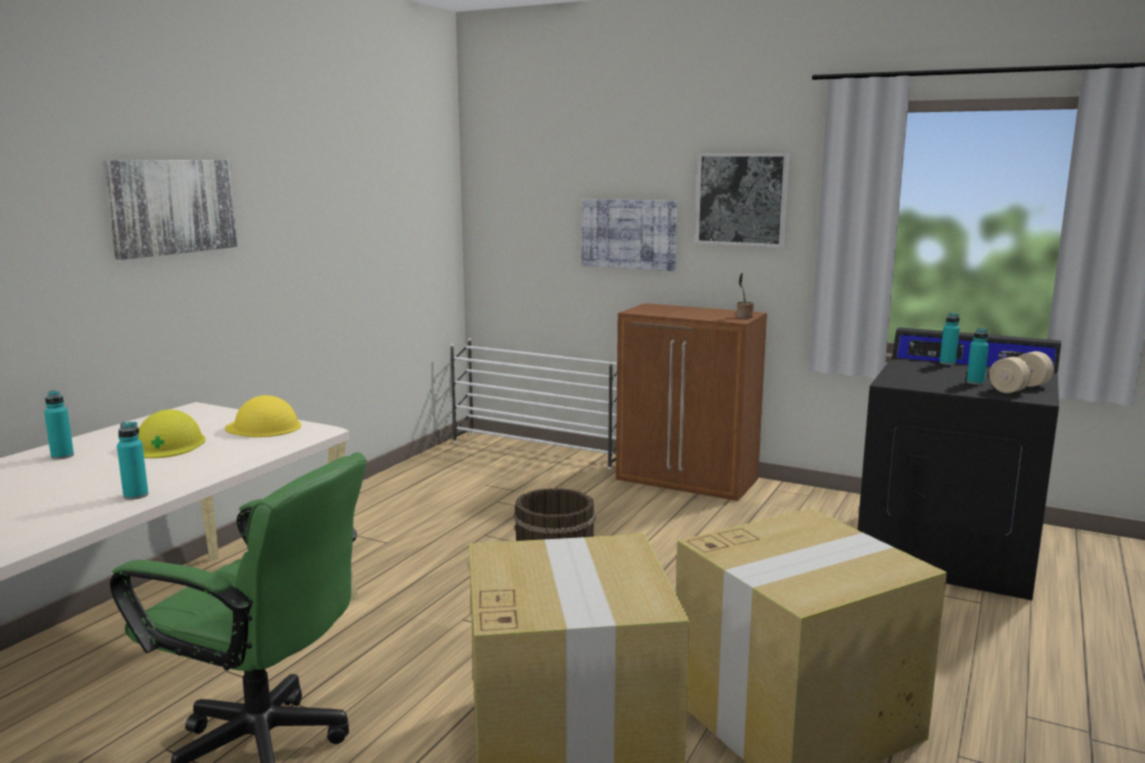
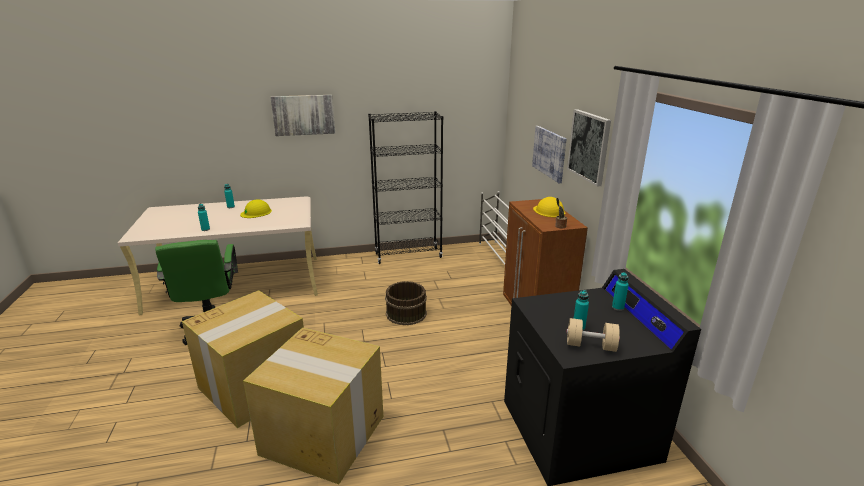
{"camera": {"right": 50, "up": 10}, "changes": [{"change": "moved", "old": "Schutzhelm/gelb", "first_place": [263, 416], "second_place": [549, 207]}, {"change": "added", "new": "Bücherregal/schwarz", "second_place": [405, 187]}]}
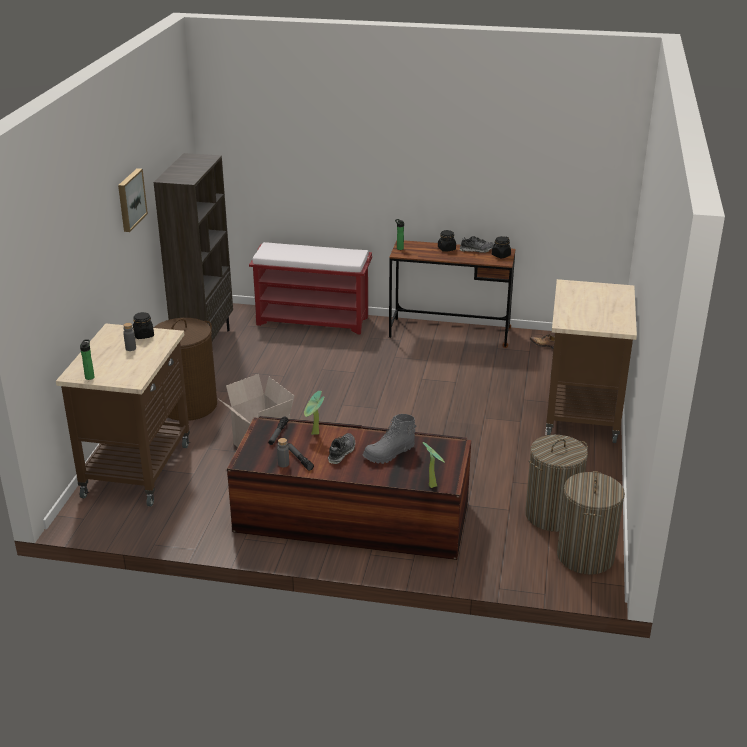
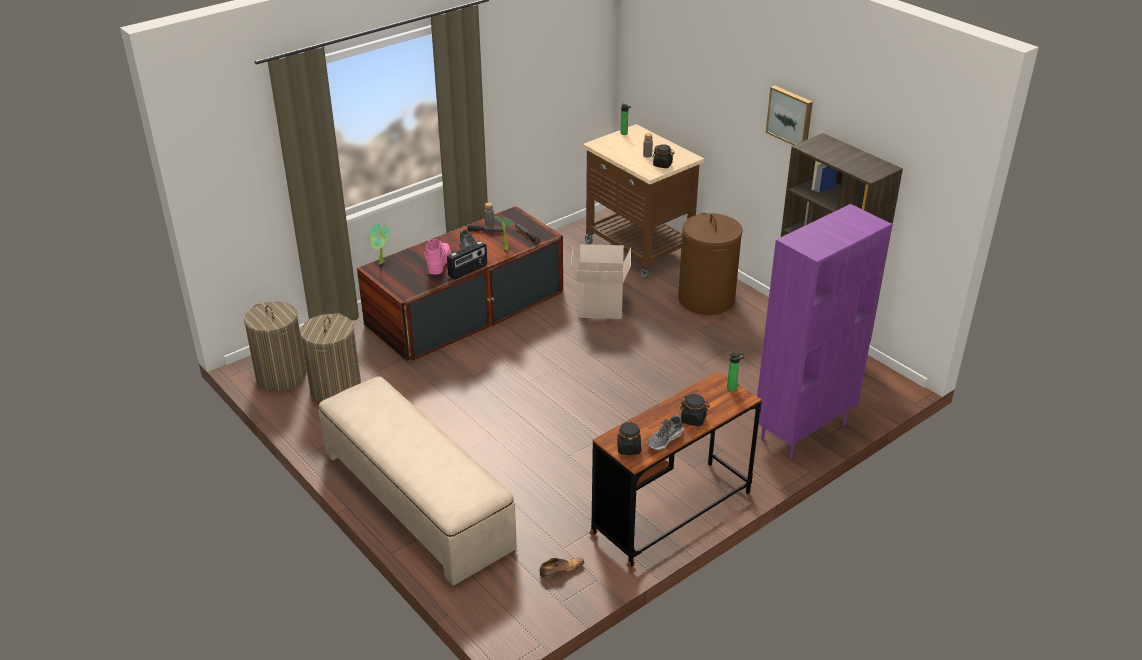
{"camera": {"right": 130, "up": 5}, "changes": [{"change": "replaced", "old": "Bank/rot", "new": "Bücherregal/lila", "first_place": [310, 288], "second_place": [823, 331]}, {"change": "replaced", "old": "Rollwagen/braun", "new": "Bank/beige", "first_place": [591, 361], "second_place": [418, 480]}, {"change": "recoloured", "old": "Stiefel/grau", "new": "Stiefel/rosa", "first_place": [389, 439], "second_place": [437, 256]}, {"change": "added", "new": "Radio", "second_place": [467, 260]}]}
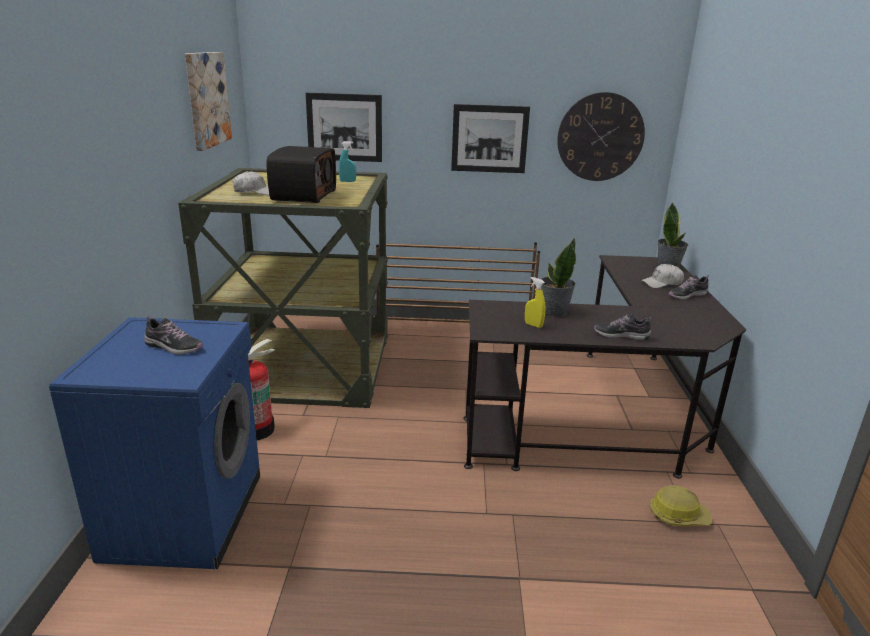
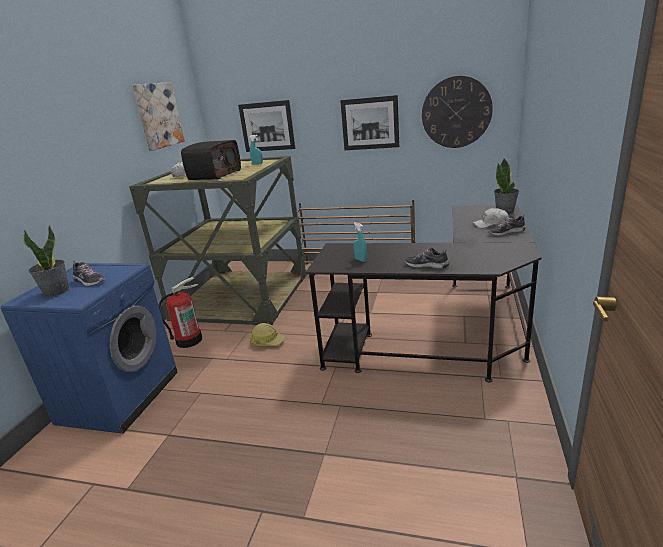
{"camera": {"right": 15, "up": 0}, "changes": [{"change": "moved", "old": "Topfpflanze", "first_place": [558, 277], "second_place": [46, 261]}, {"change": "recoloured", "old": "Sprühflasche/gelb", "new": "Sprühflasche/türkis", "first_place": [535, 302], "second_place": [360, 242]}, {"change": "moved", "old": "Schutzhelm", "first_place": [681, 506], "second_place": [267, 334]}]}
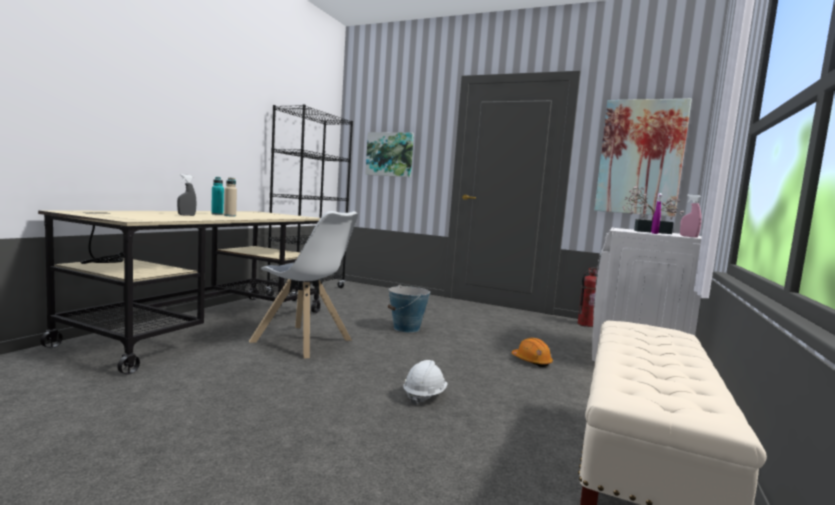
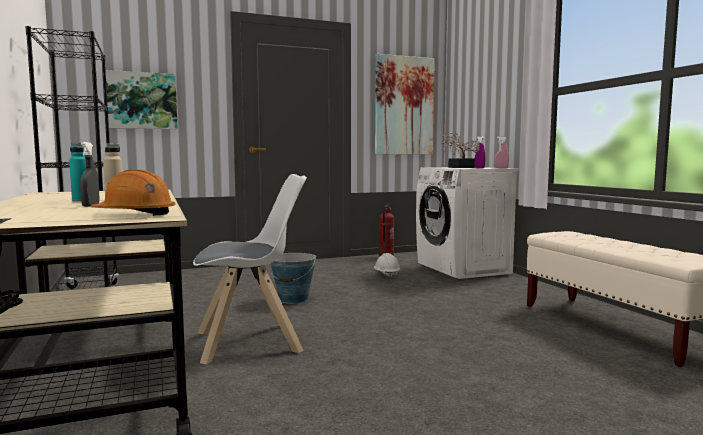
{"camera": {"right": -45, "up": 0}, "changes": [{"change": "moved", "old": "Schutzhelm/orange", "first_place": [532, 352], "second_place": [133, 192]}, {"change": "moved", "old": "Schutzhelm/weiß", "first_place": [425, 382], "second_place": [387, 265]}]}
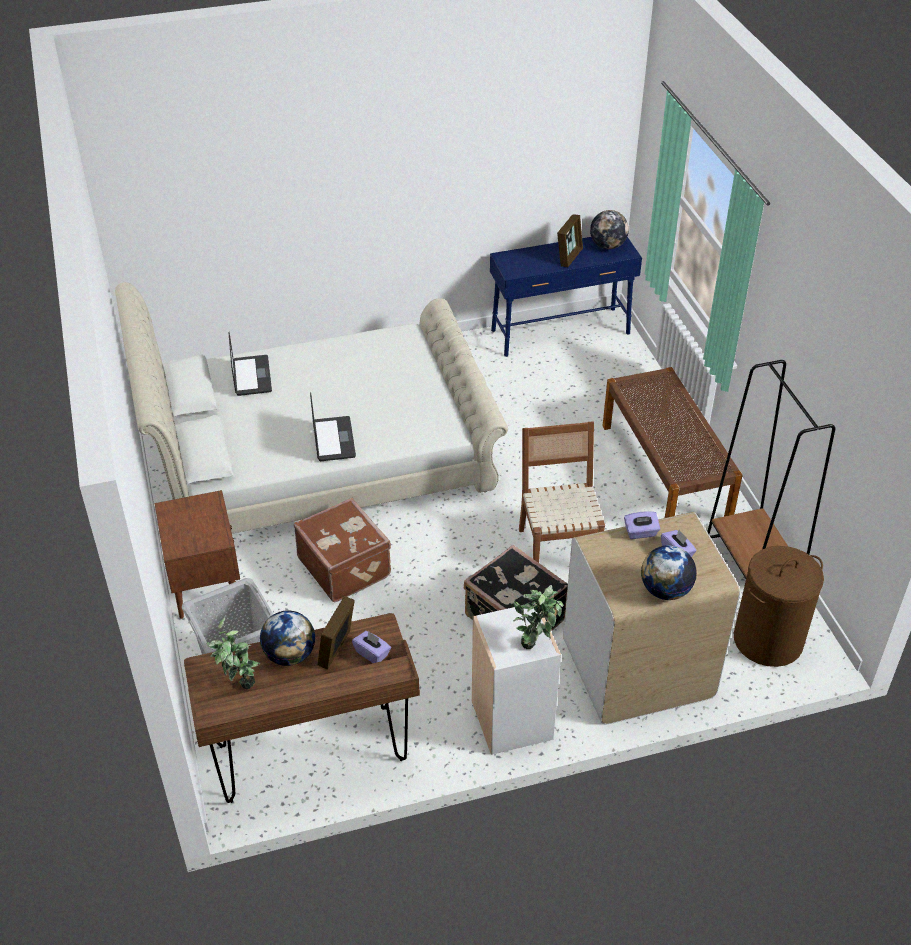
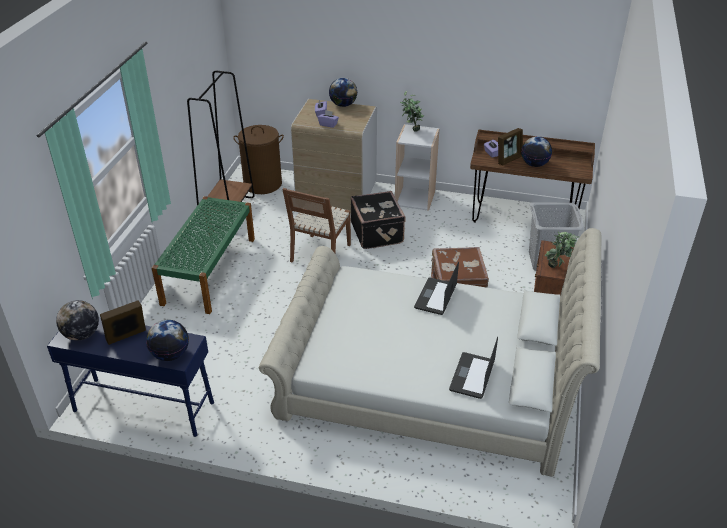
{"camera": {"right": -150, "up": -5}, "changes": [{"change": "recoloured", "old": "Bank/braun", "new": "Bank/grün", "first_place": [673, 442], "second_place": [203, 255]}, {"change": "moved", "old": "Topfpflanze", "first_place": [233, 653], "second_place": [561, 249]}, {"change": "added", "new": "Globus", "second_place": [167, 340]}]}
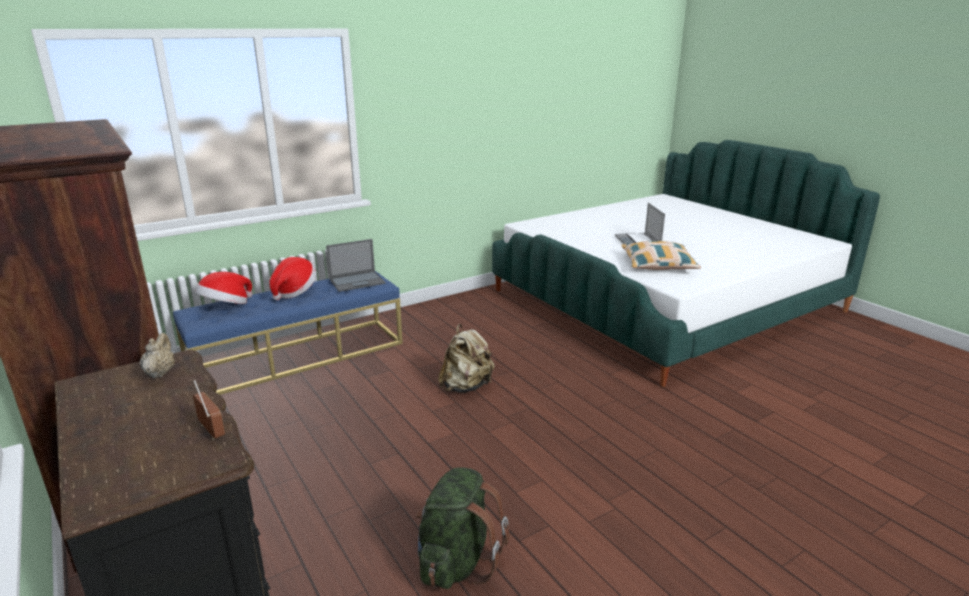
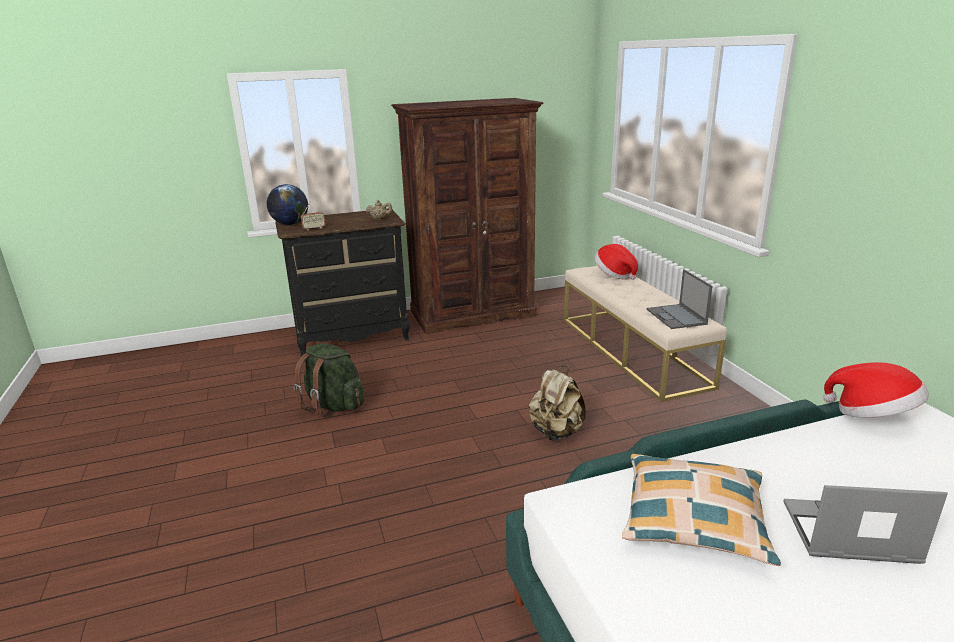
{"camera": {"right": 105, "up": 0}, "changes": [{"change": "moved", "old": "Hut", "first_place": [293, 278], "second_place": [876, 390]}, {"change": "recoloured", "old": "Bank/blau", "new": "Bank/beige", "first_place": [288, 333], "second_place": [645, 334]}, {"change": "added", "new": "Globus", "second_place": [287, 204]}]}
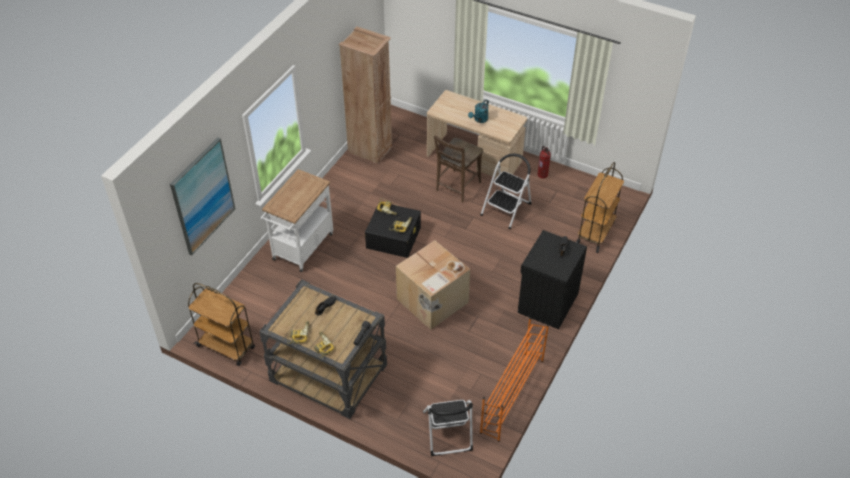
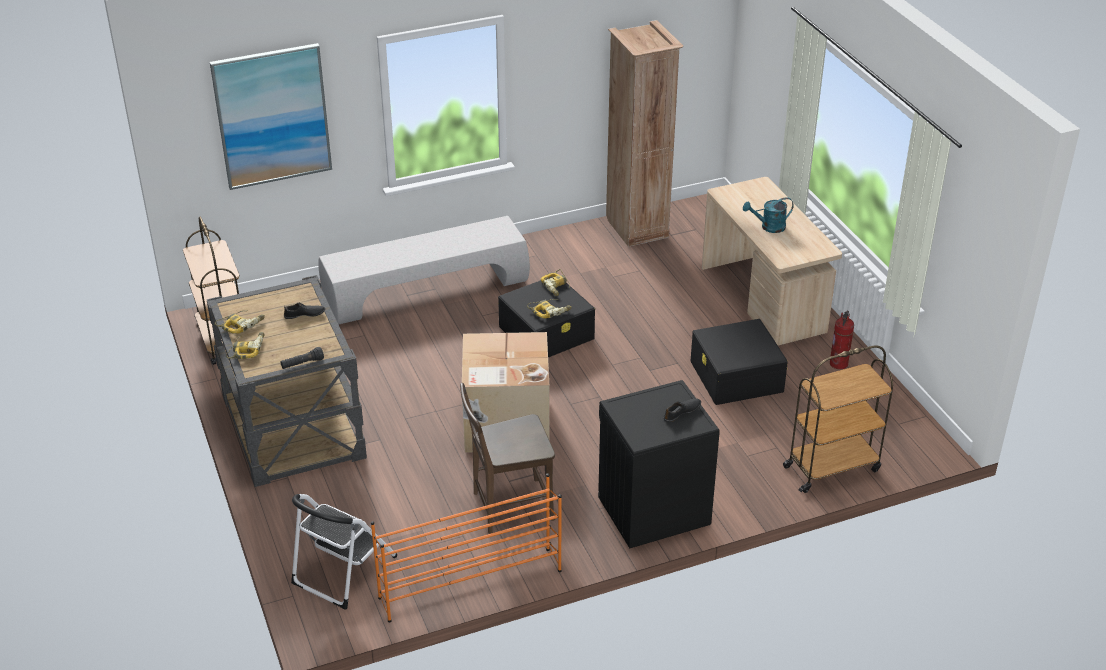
{"camera": {"right": 40, "up": -10}, "changes": [{"change": "moved", "old": "Stuhl/braun", "first_place": [458, 169], "second_place": [507, 458]}, {"change": "replaced", "old": "Trittleiter", "new": "Aufbewahrungsbox/schwarz", "first_place": [505, 191], "second_place": [739, 362]}, {"change": "replaced", "old": "Rollwagen/weiß", "new": "Bank/grau", "first_place": [297, 220], "second_place": [424, 270]}]}
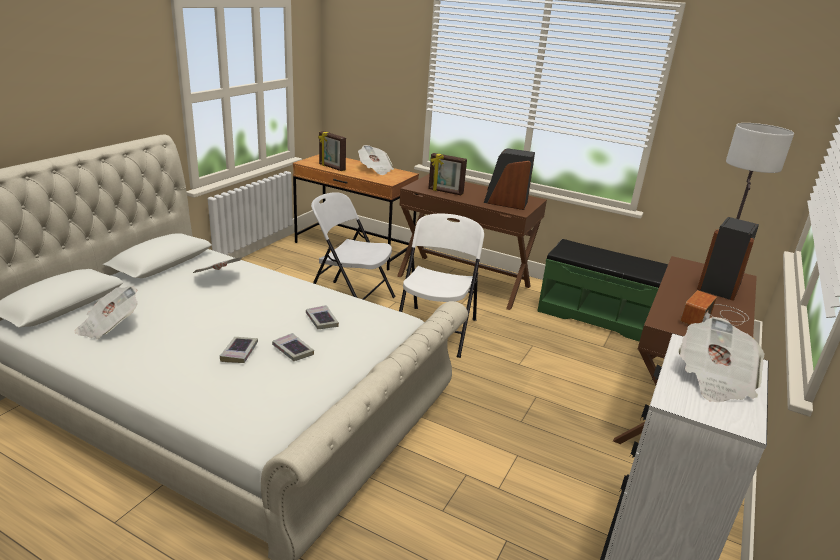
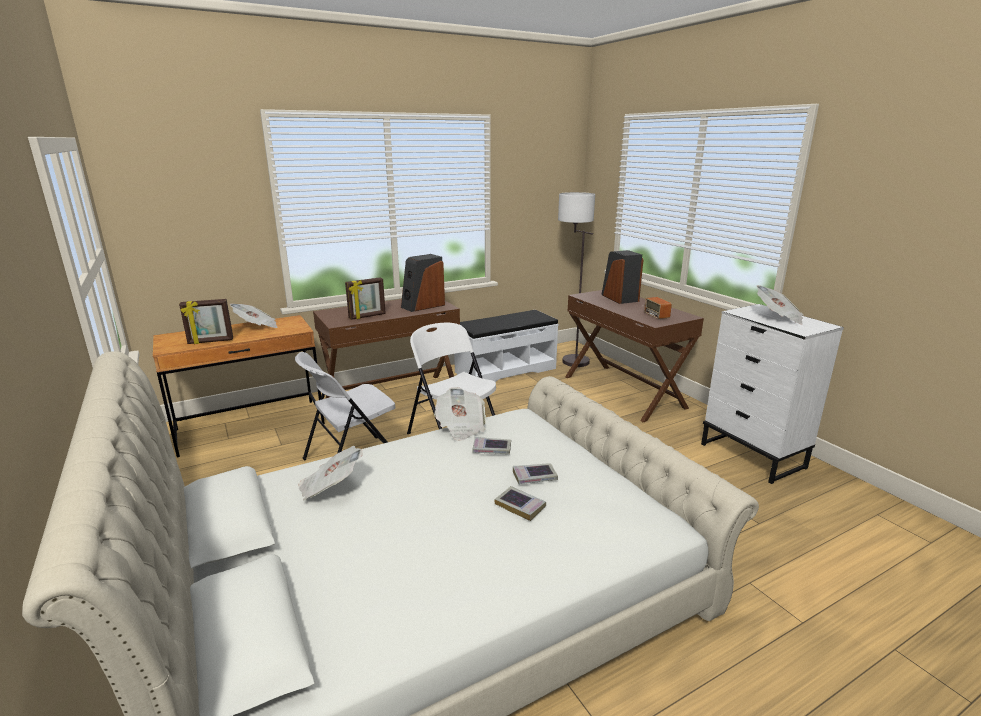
{"camera": {"right": -55, "up": -5}, "changes": [{"change": "recoloured", "old": "Bank/grün", "new": "Bank/weiß", "first_place": [602, 290], "second_place": [506, 346]}, {"change": "moved", "old": "Zeitung", "first_place": [106, 312], "second_place": [460, 414]}]}
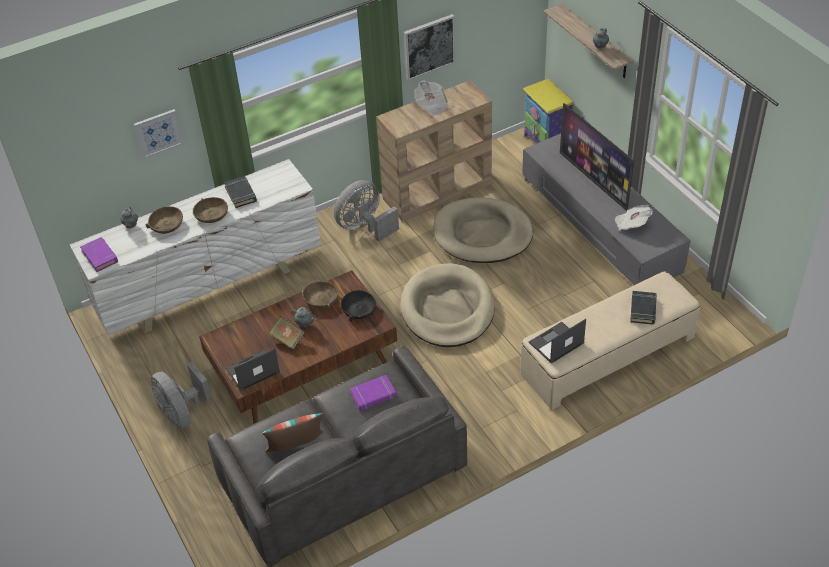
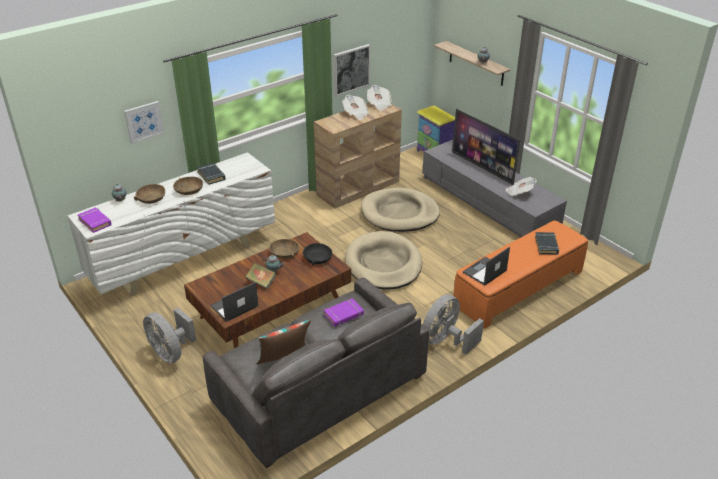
{"camera": {"right": -10, "up": -10}, "changes": [{"change": "moved", "old": "Ventilator/grau", "first_place": [366, 211], "second_place": [453, 324]}, {"change": "recoloured", "old": "Bank/beige", "new": "Bank/orange", "first_place": [610, 340], "second_place": [520, 274]}, {"change": "added", "new": "Zeitung", "second_place": [379, 98]}]}
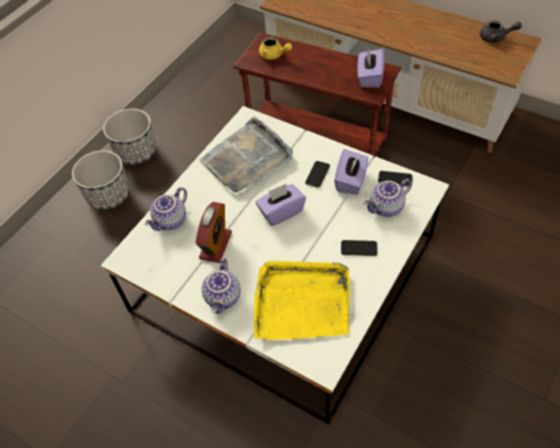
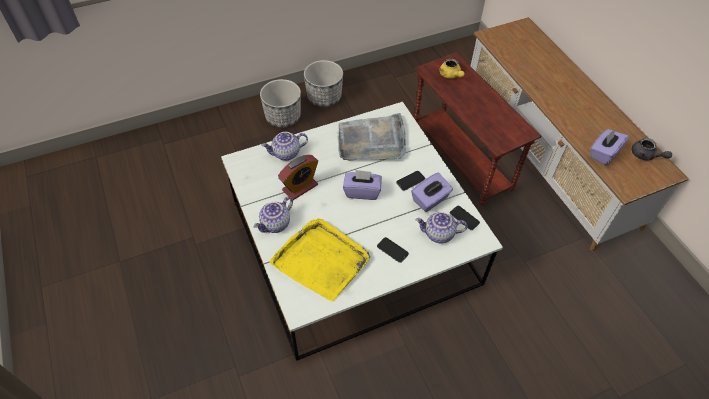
{"camera": {"right": 30, "up": 0}, "changes": [{"change": "moved", "old": "Taschentuchbox/lila", "first_place": [370, 68], "second_place": [609, 147]}]}
